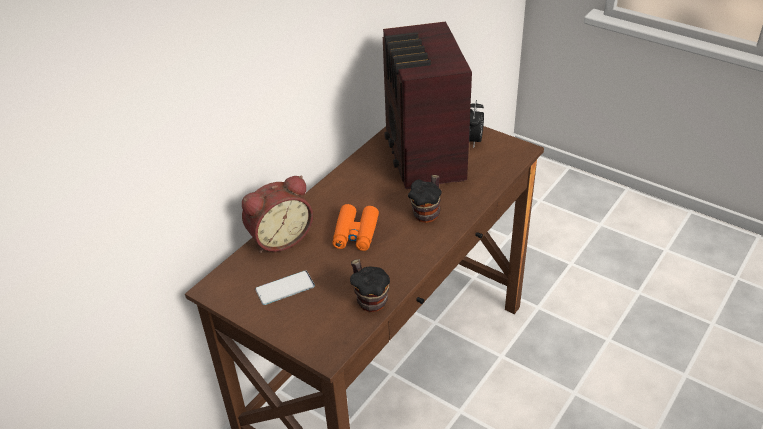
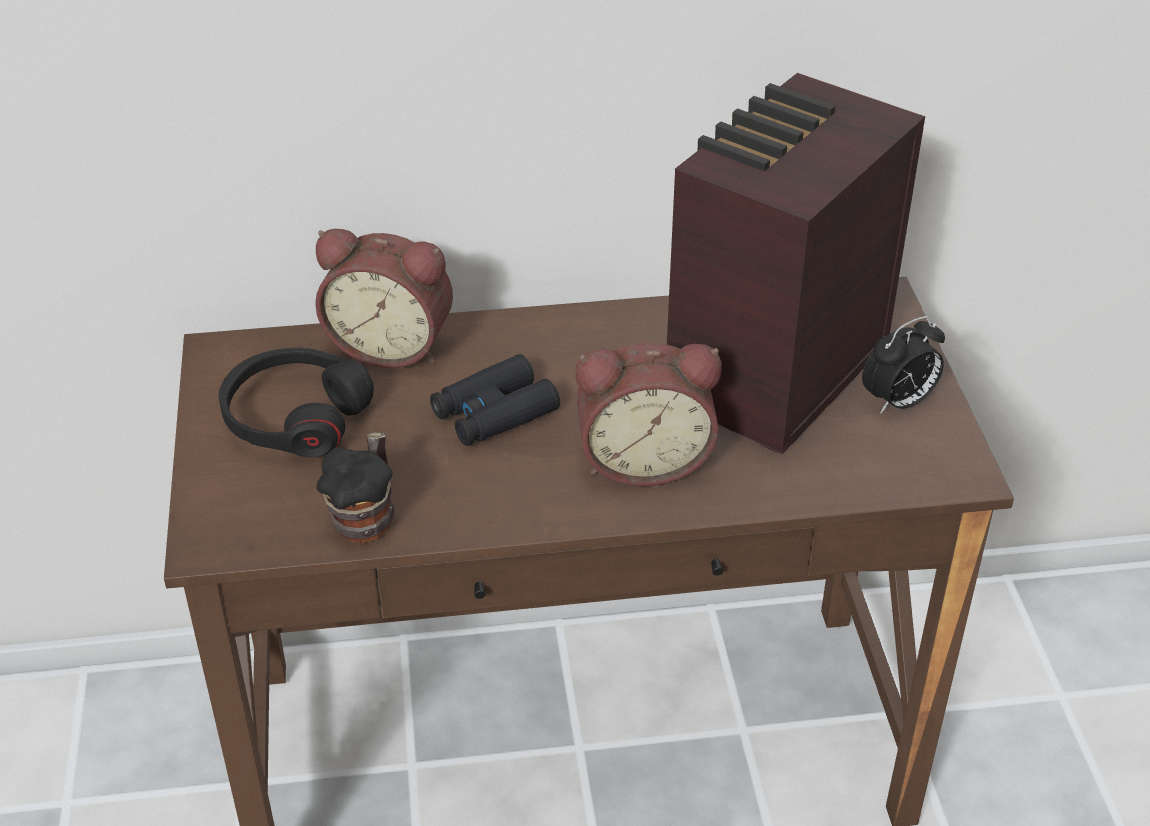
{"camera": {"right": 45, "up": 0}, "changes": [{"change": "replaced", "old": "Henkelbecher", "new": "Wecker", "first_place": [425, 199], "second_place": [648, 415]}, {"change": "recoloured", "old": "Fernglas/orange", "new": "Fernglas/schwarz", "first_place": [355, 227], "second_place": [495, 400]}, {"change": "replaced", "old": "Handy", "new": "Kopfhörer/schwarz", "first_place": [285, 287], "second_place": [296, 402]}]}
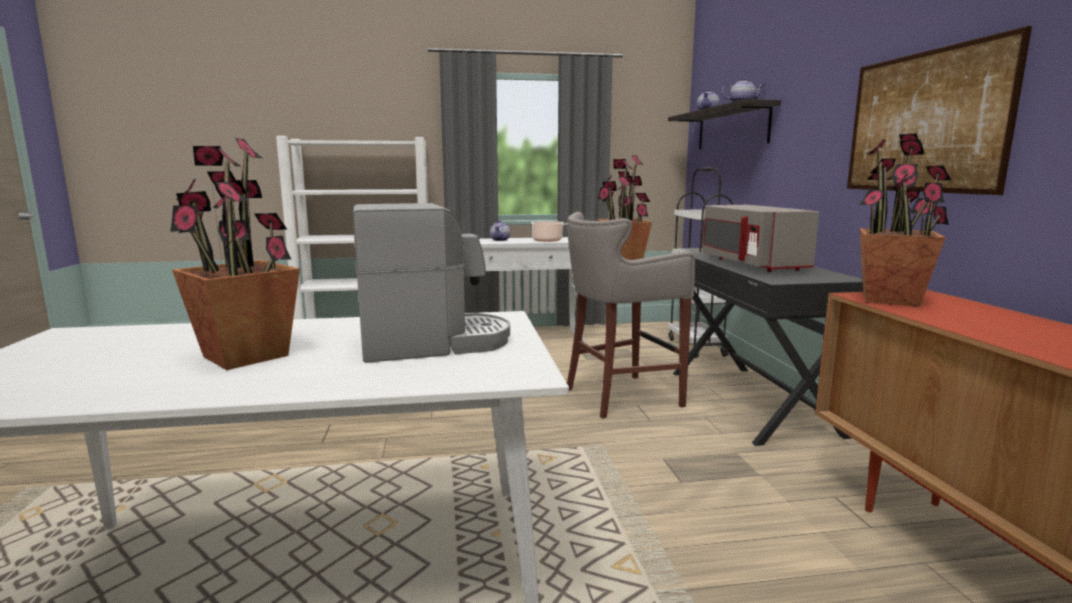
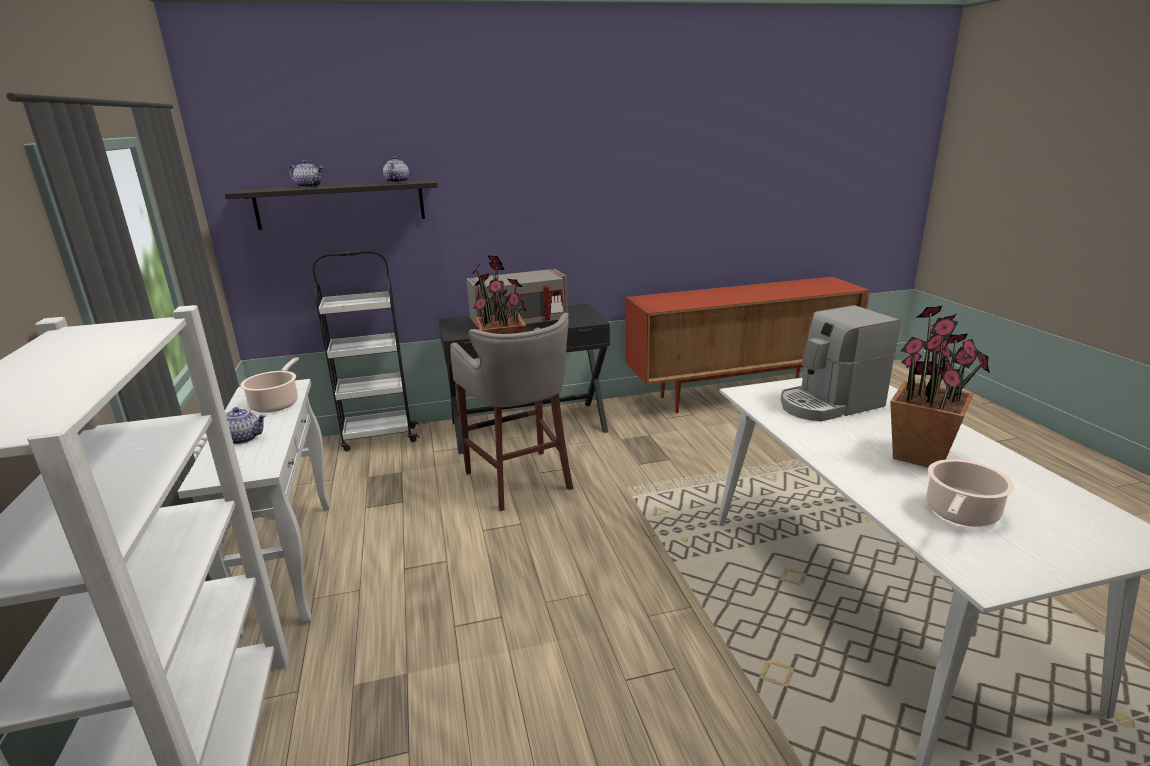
{"camera": {"right": -95, "up": 10}, "changes": [{"change": "removed", "old": "Bild", "first_place": [939, 110]}, {"change": "removed", "old": "Topfpflanze", "first_place": [905, 220]}, {"change": "turned", "old": "Kaffeemaschine", "first_place": [431, 283], "second_place": [840, 363], "degrees": -90}, {"change": "added", "new": "Kochtopf", "second_place": [970, 493]}]}
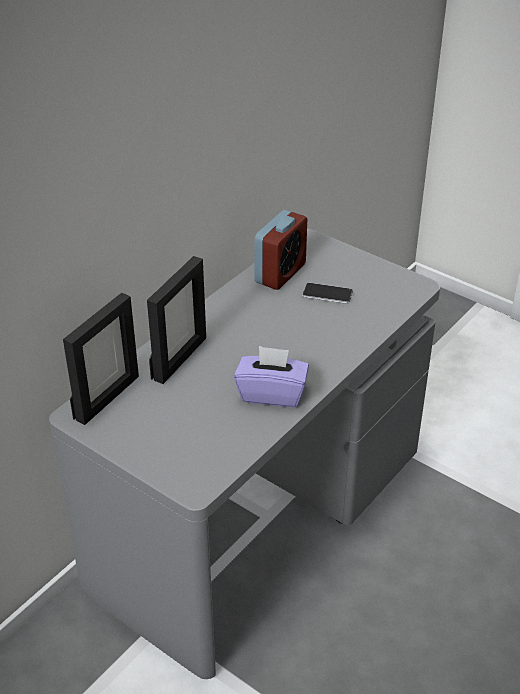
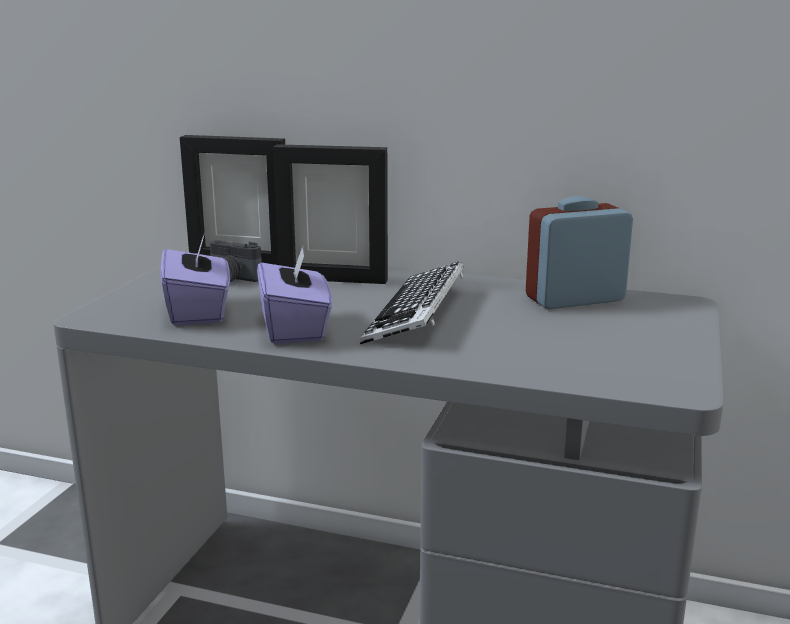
{"camera": {"right": 70, "up": -20}, "changes": [{"change": "turned", "old": "Wecker", "first_place": [280, 250], "second_place": [579, 252], "degrees": 150}, {"change": "removed", "old": "Handy", "first_place": [327, 293]}, {"change": "added", "new": "Taschentuchbox/lila", "second_place": [195, 279]}, {"change": "added", "new": "Kamera", "second_place": [236, 261]}, {"change": "added", "new": "Tastatur", "second_place": [412, 302]}]}
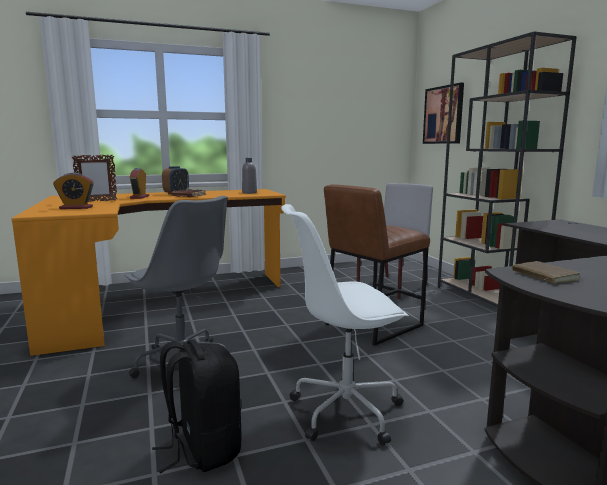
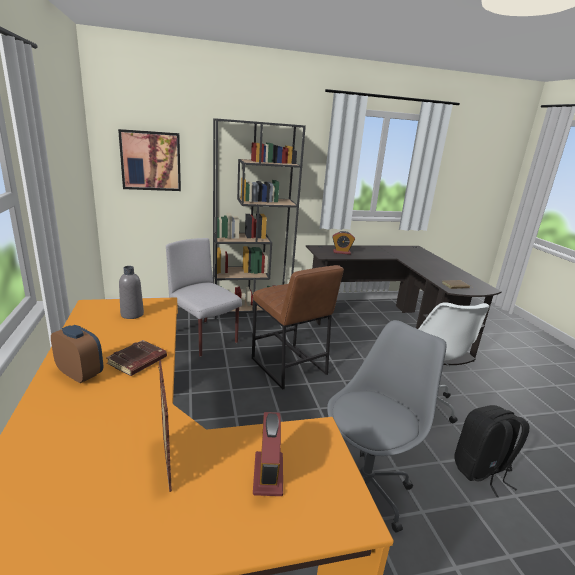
{"camera": {"right": -85, "up": 10}, "changes": [{"change": "moved", "old": "Wecker", "first_place": [139, 183], "second_place": [343, 243]}]}
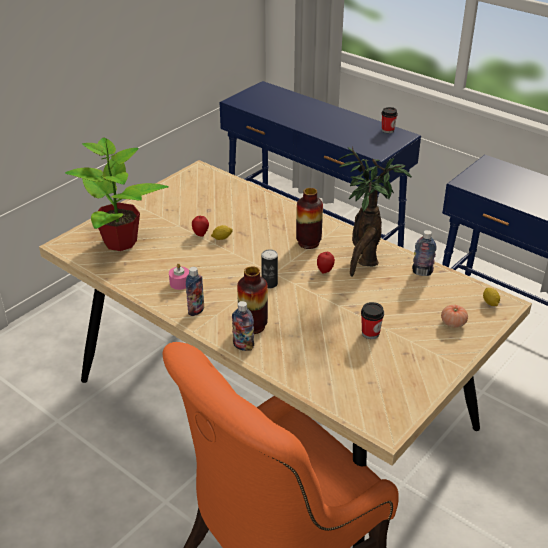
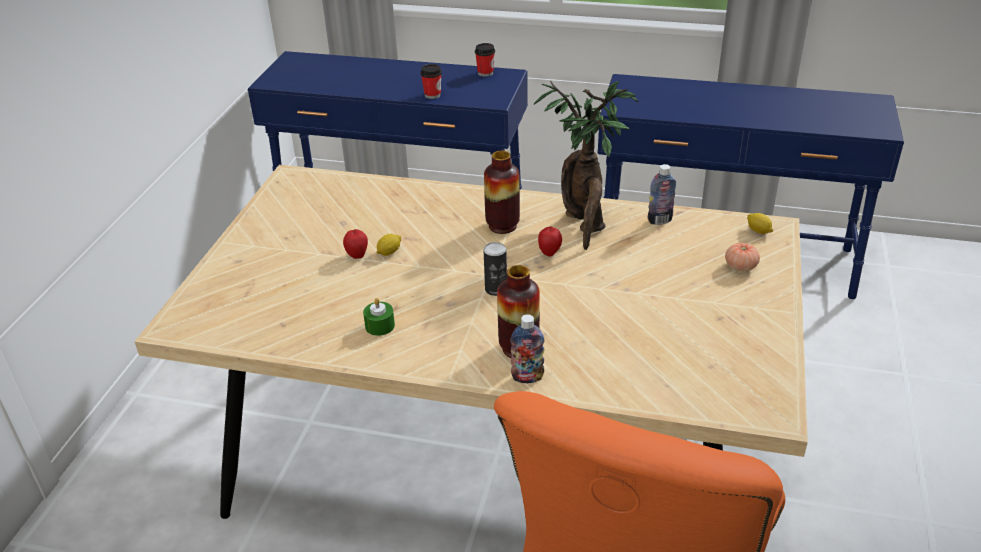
{"camera": {"right": -25, "up": 0}, "changes": [{"change": "removed", "old": "Topfpflanze", "first_place": [117, 194]}, {"change": "recoloured", "old": "Kerze/rosa", "new": "Kerze/grün", "first_place": [179, 276], "second_place": [379, 317]}, {"change": "removed", "old": "Flasche", "first_place": [195, 291]}, {"change": "moved", "old": "Tasse", "first_place": [372, 320], "second_place": [431, 81]}]}
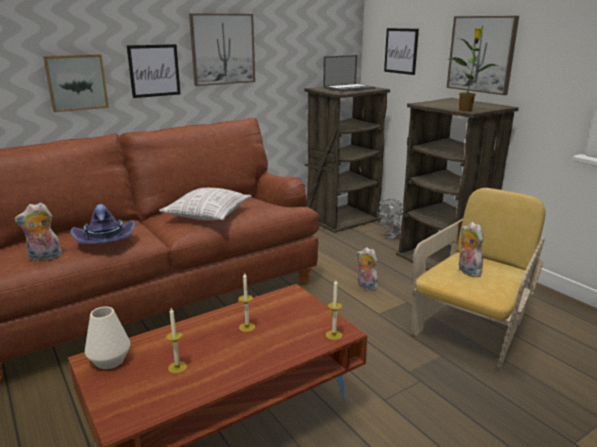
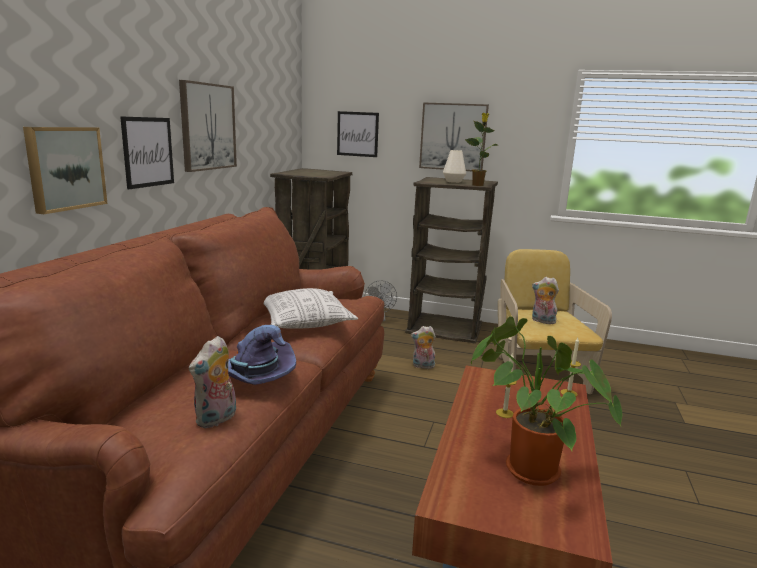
{"camera": {"right": -40, "up": -5}, "changes": [{"change": "removed", "old": "Laptop", "first_place": [349, 73]}, {"change": "moved", "old": "Vase/weiß", "first_place": [108, 338], "second_place": [454, 166]}, {"change": "replaced", "old": "Kerze", "new": "Topfpflanze", "first_place": [176, 341], "second_place": [546, 401]}]}
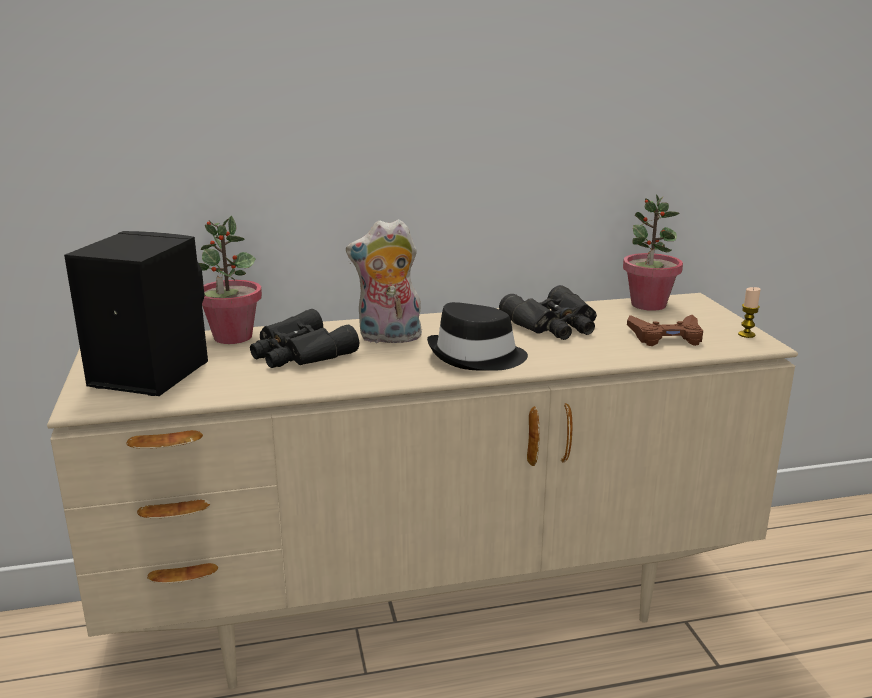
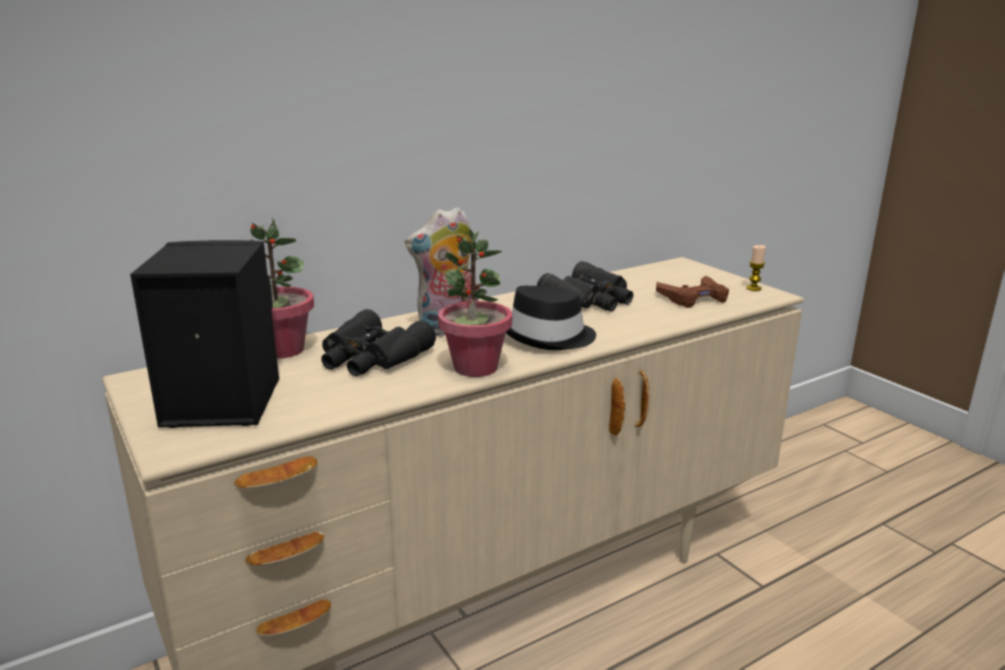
{"camera": {"right": -20, "up": 0}, "changes": [{"change": "moved", "old": "Topfpflanze", "first_place": [653, 253], "second_place": [475, 303]}]}
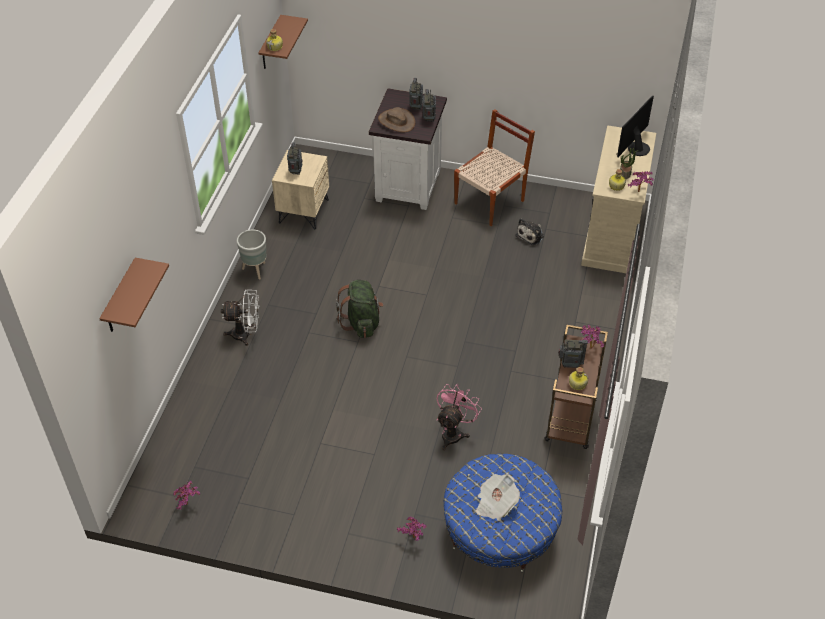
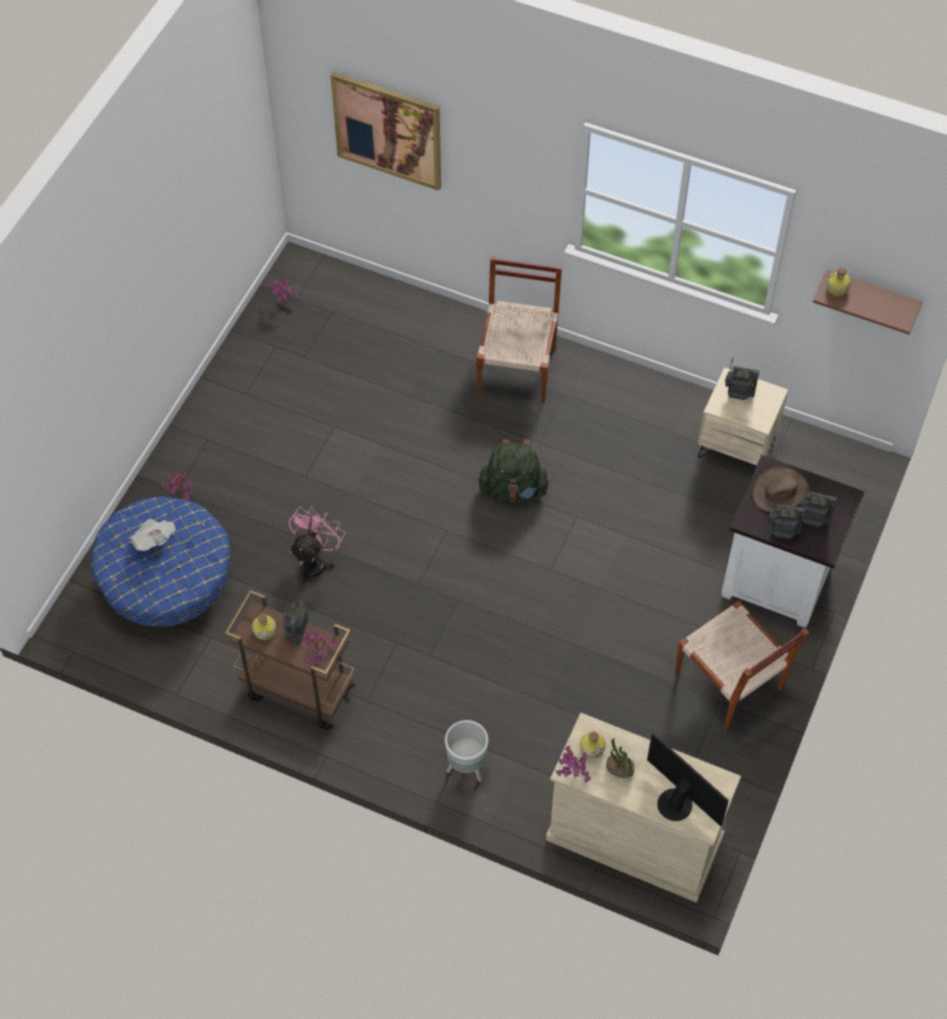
{"camera": {"right": 100, "up": 10}, "changes": [{"change": "removed", "old": "Plüschtier", "first_place": [530, 231]}, {"change": "moved", "old": "Pflanzkübel/grau", "first_place": [252, 254], "second_place": [466, 751]}, {"change": "replaced", "old": "Wandregal/braun", "new": "Bild", "first_place": [134, 295], "second_place": [386, 131]}, {"change": "replaced", "old": "Ventilator/weiß", "new": "Stuhl", "first_place": [240, 318], "second_place": [519, 329]}, {"change": "turned", "old": "Ventilator/rosa", "first_place": [459, 417], "second_place": [317, 546], "degrees": -105}]}
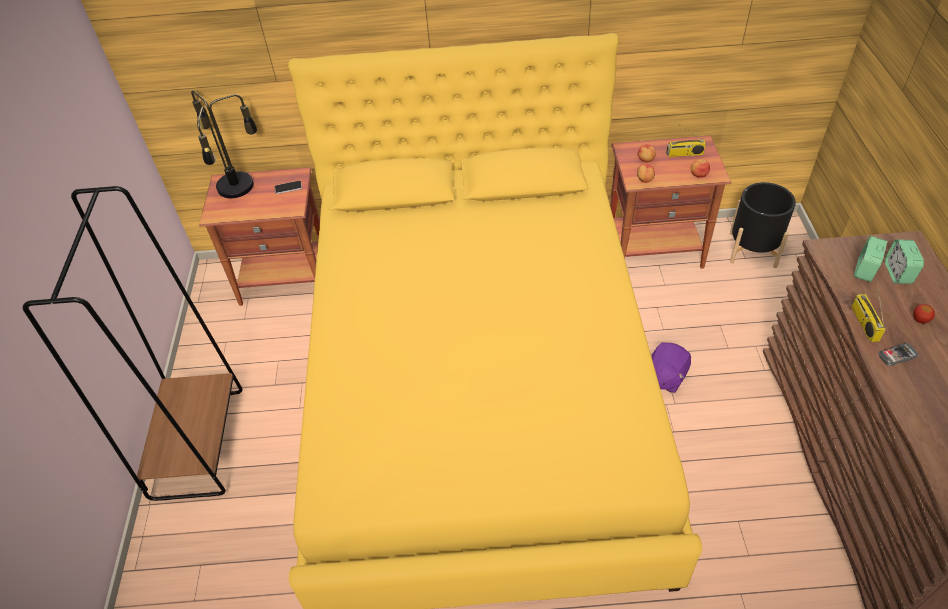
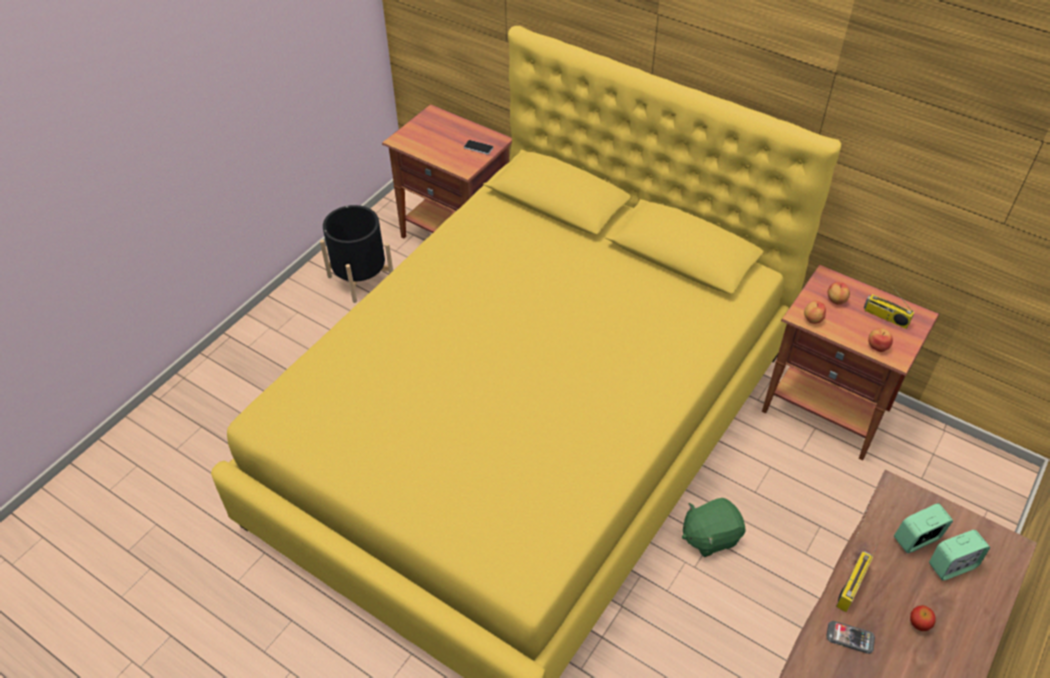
{"camera": {"right": 35, "up": 0}, "changes": [{"change": "removed", "old": "Tischlampe", "first_place": [224, 144]}, {"change": "moved", "old": "Pflanzkübel/schwarz", "first_place": [763, 225], "second_place": [356, 254]}, {"change": "removed", "old": "Kleiderständer", "first_place": [133, 343]}, {"change": "turned", "old": "Wecker", "first_place": [904, 262], "second_place": [959, 555], "degrees": -150}, {"change": "recoloured", "old": "Plüschtier/lila", "new": "Plüschtier/grün", "first_place": [671, 367], "second_place": [713, 527]}]}
